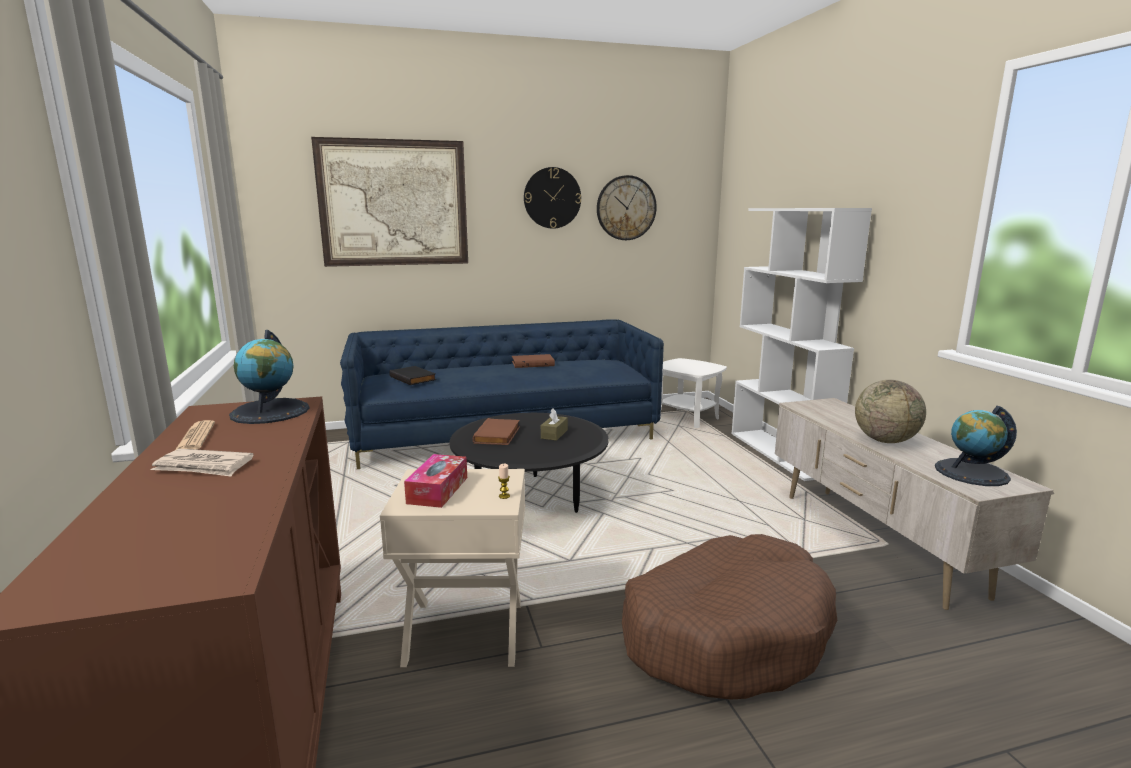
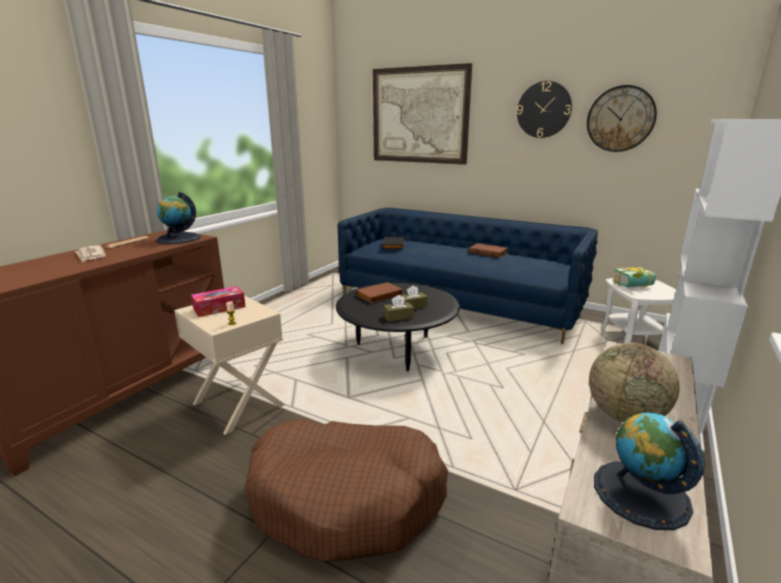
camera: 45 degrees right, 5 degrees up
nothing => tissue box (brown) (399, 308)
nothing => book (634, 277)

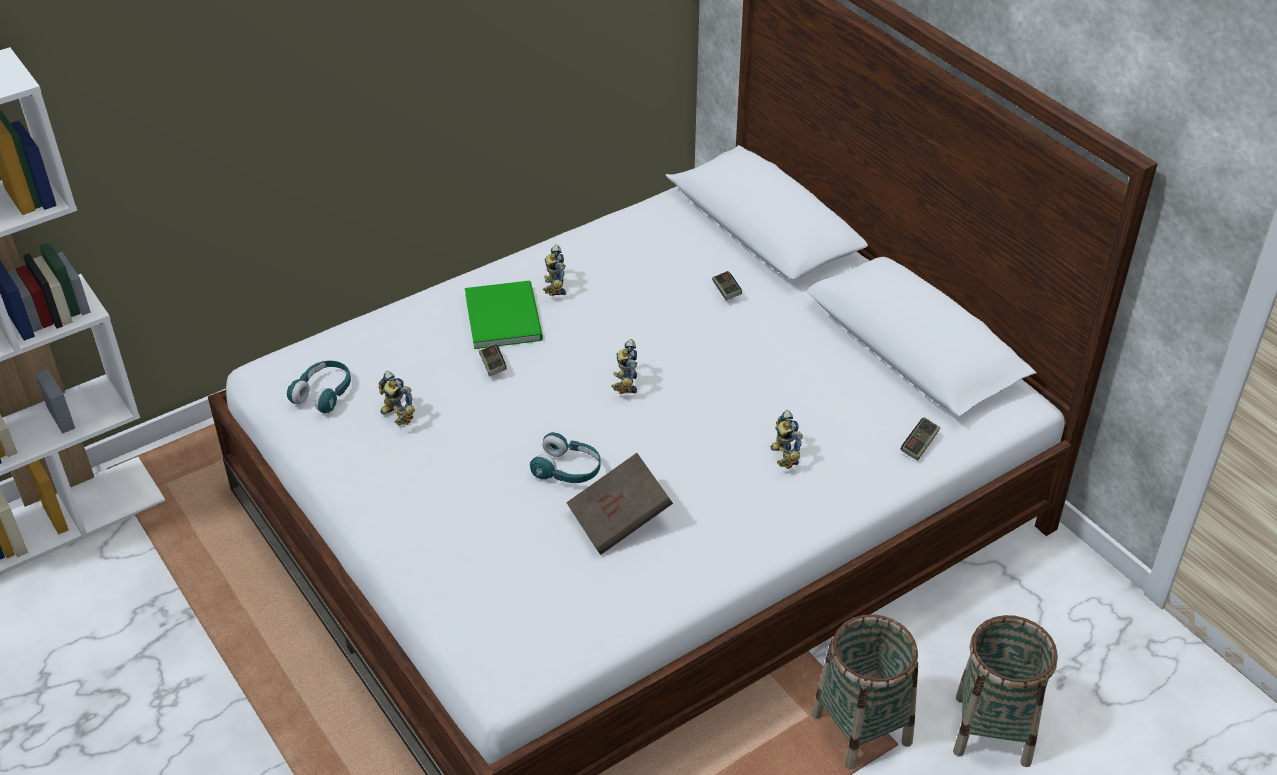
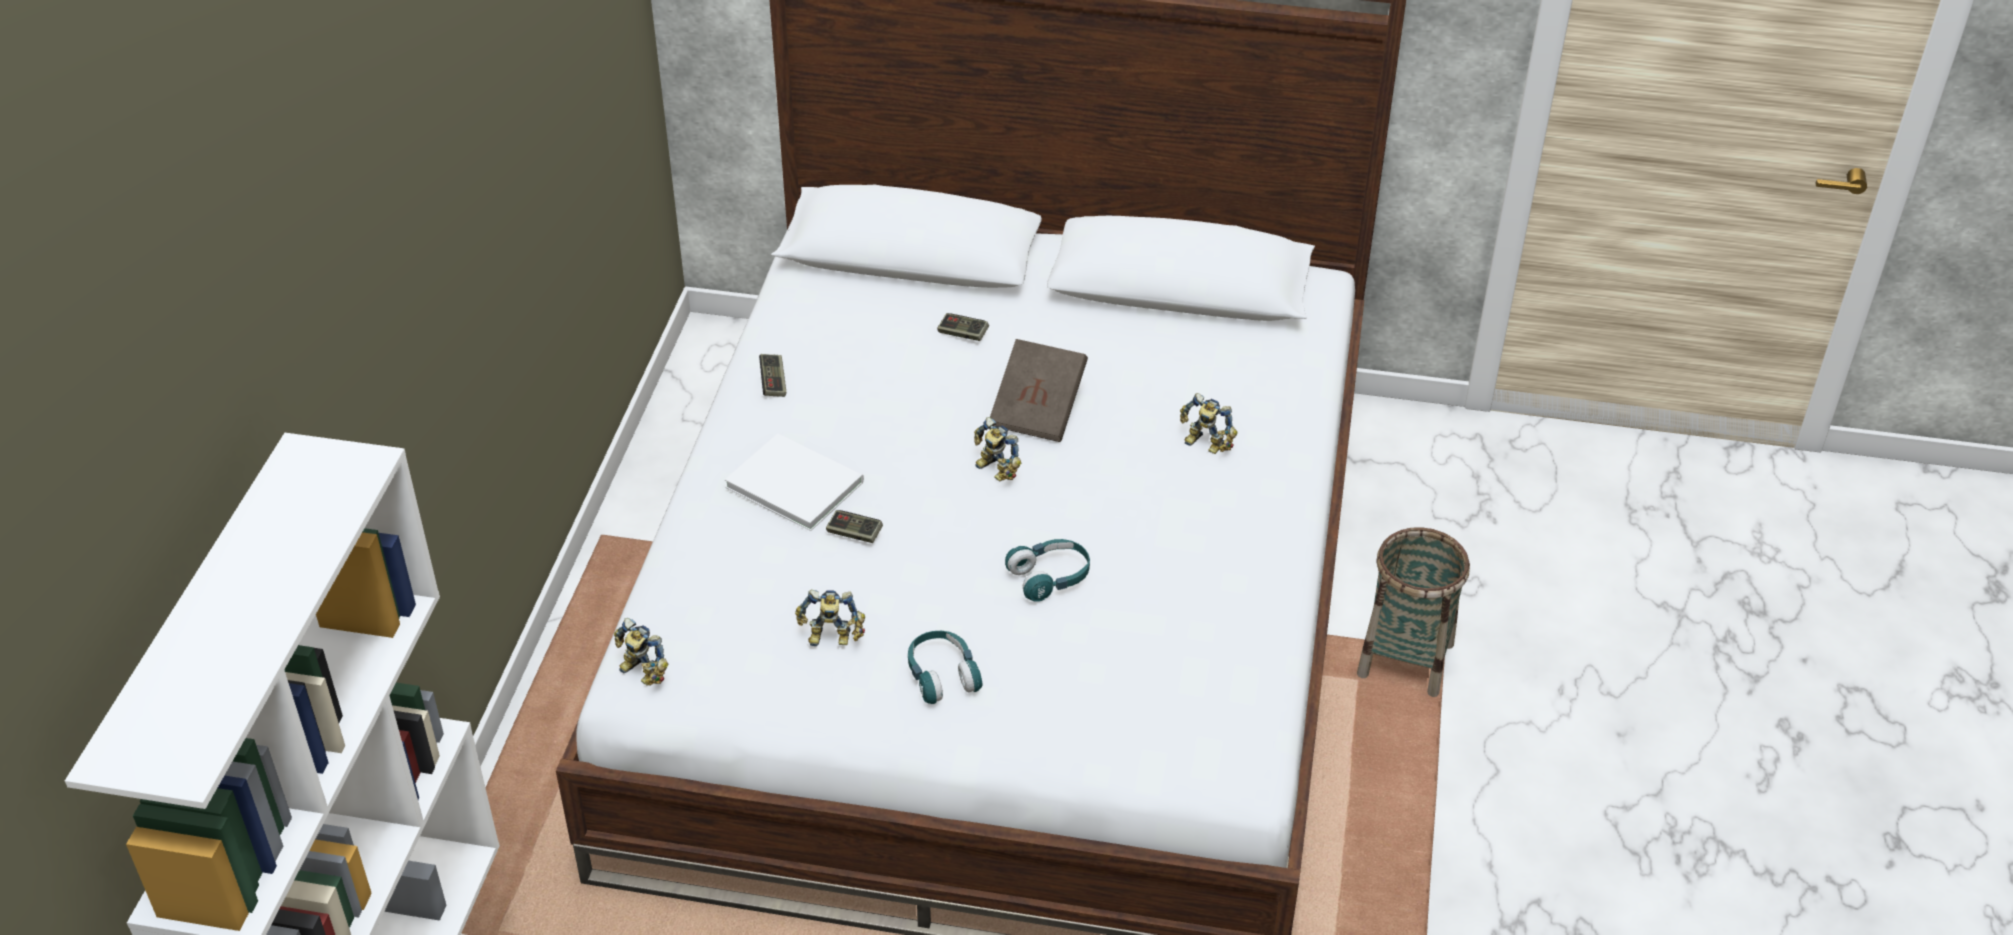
camera: 45 degrees left, 0 degrees up
toy robot (554, 270) => toy robot (641, 652), shifted
book (green) (504, 315) => book (white) (794, 482)
game controller (920, 439) => game controller (772, 375), shifted
headphones (turquoise) (319, 387) => headphones (turquoise) (945, 667), shifted
book (brown) (619, 503) => book (brown) (1039, 390), shifted
basket (1005, 691) => nothing

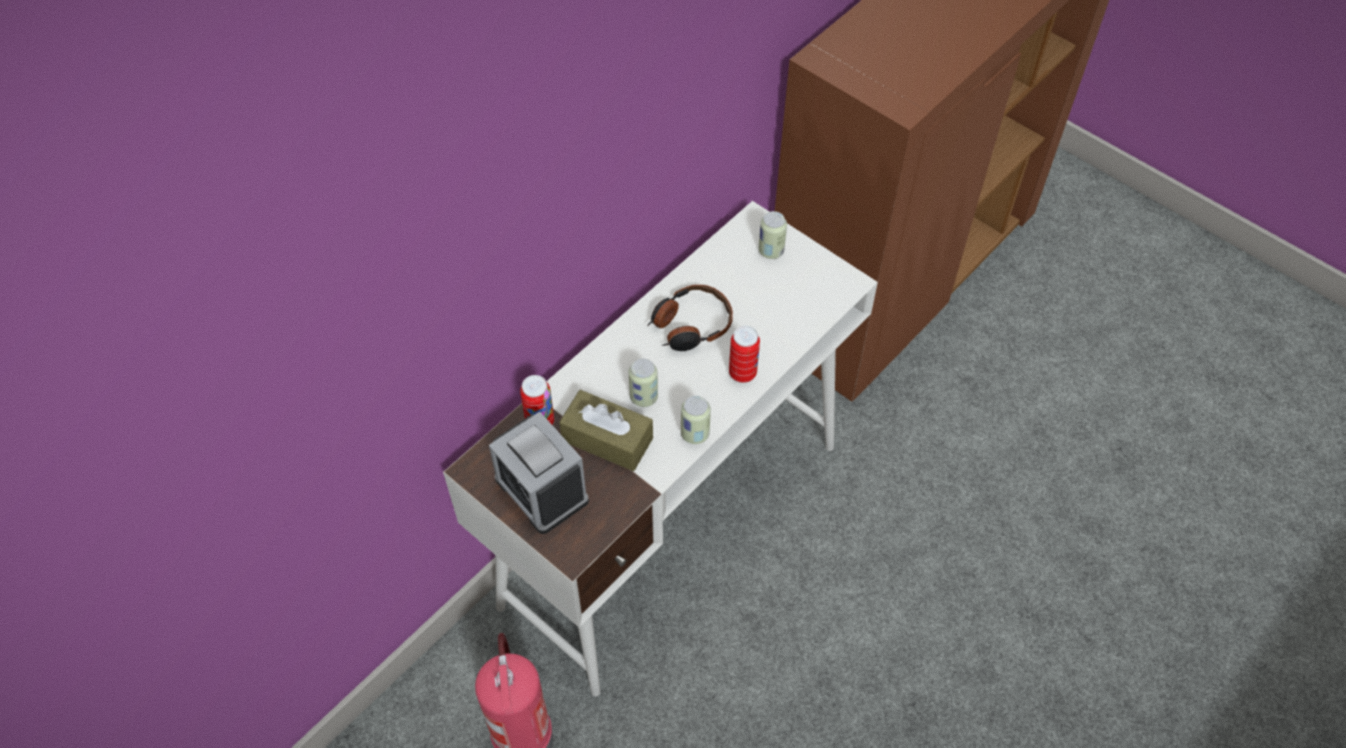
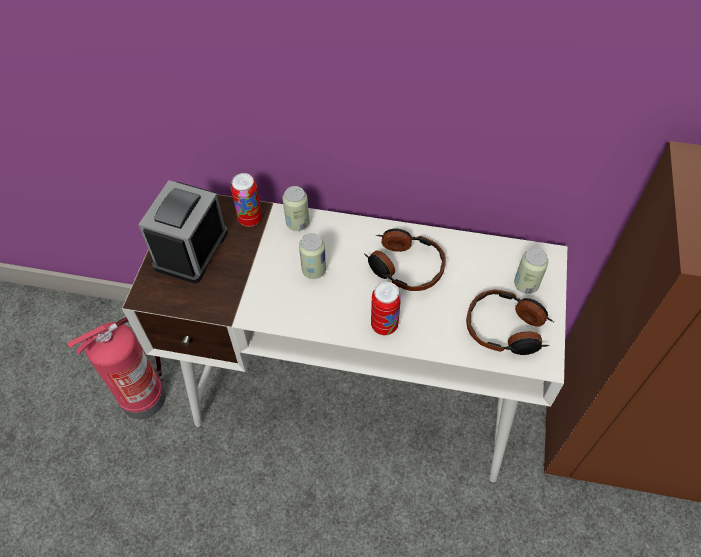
camera: 60 degrees right, 0 degrees up
can (696, 420) => can (296, 208), shifted
nothing => headphones (510, 322)
tissue box (brown) (606, 430) => nothing

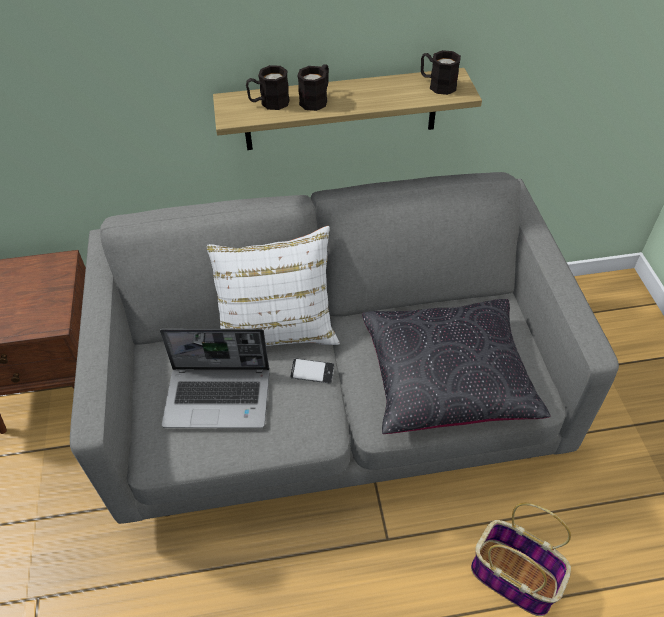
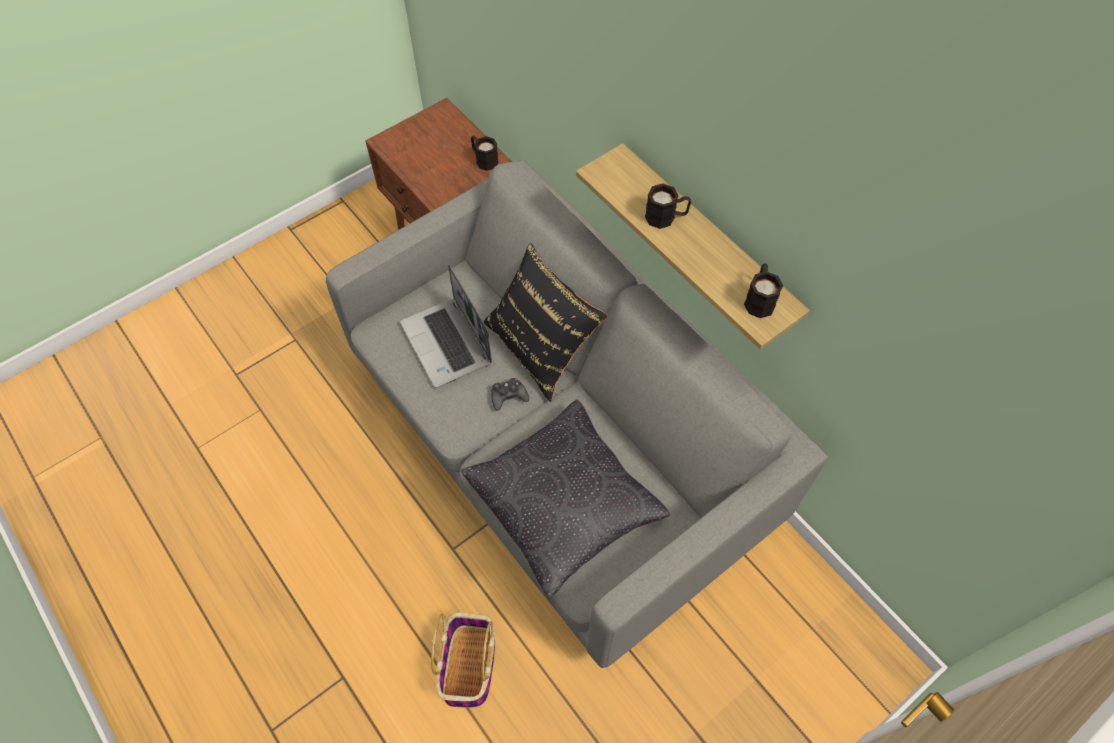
camera: 60 degrees right, 10 degrees up
mug (black) (268, 87) => mug (black) (485, 153), shifted
pillow (white) (273, 286) => pillow (black) (546, 322)
phone (312, 370) => game controller (black) (510, 394)

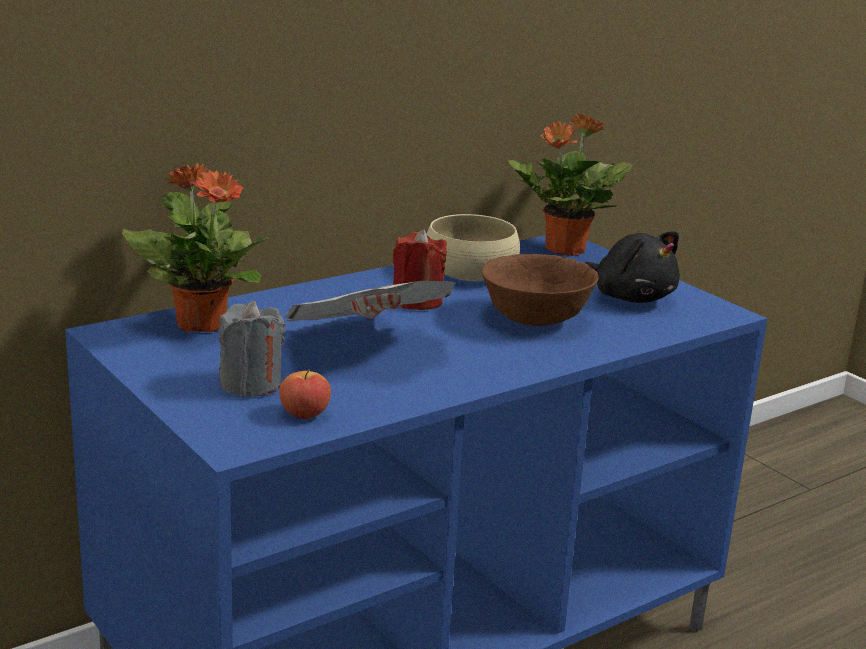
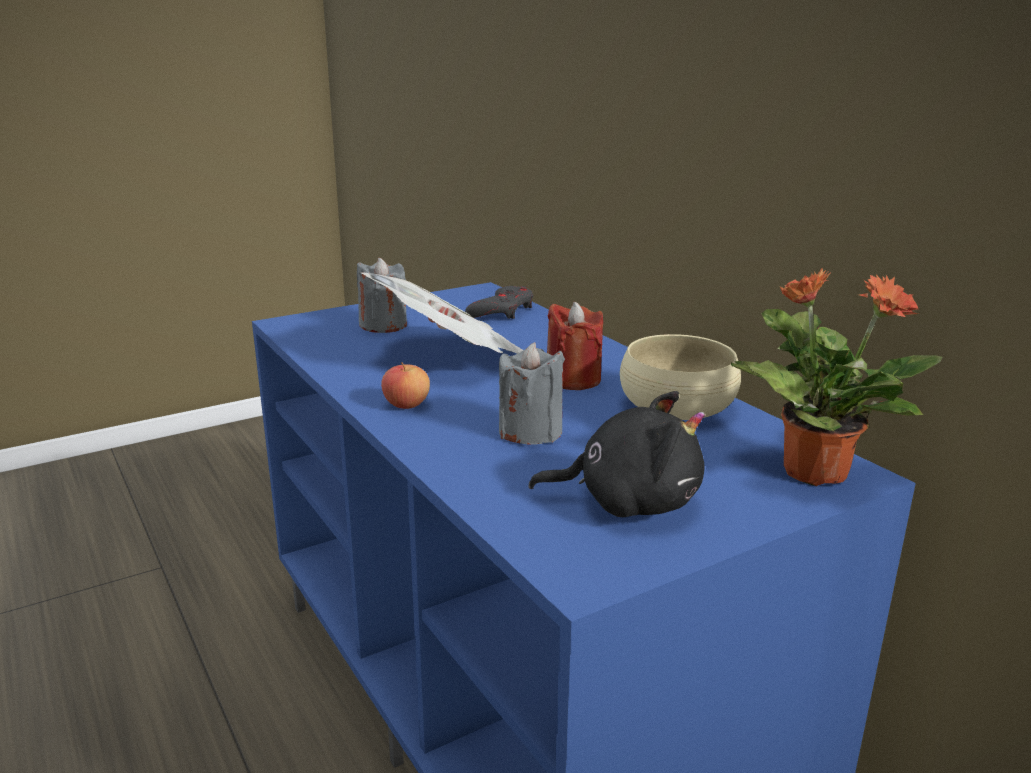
camera: 95 degrees right, 0 degrees up
apple (305, 394) => apple (405, 385), shifted
potted plant (195, 247) => game controller (grey) (499, 302)
bowl (brown) (540, 290) => candle (grey) (532, 393)
plush toy (black) (632, 267) => plush toy (black) (617, 454), 135 degrees counterclockwise

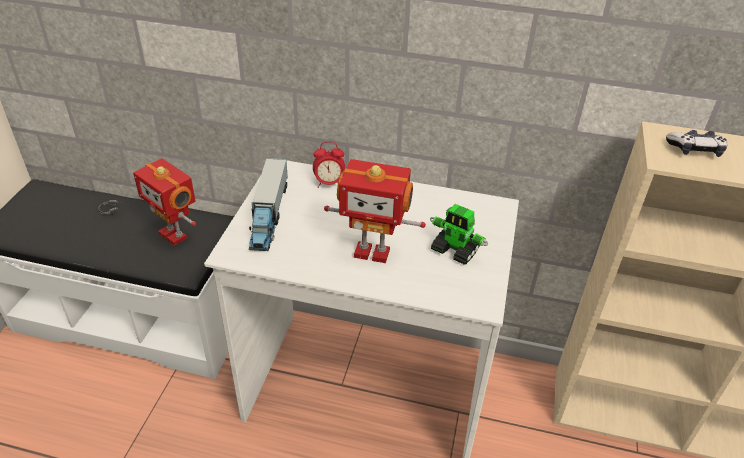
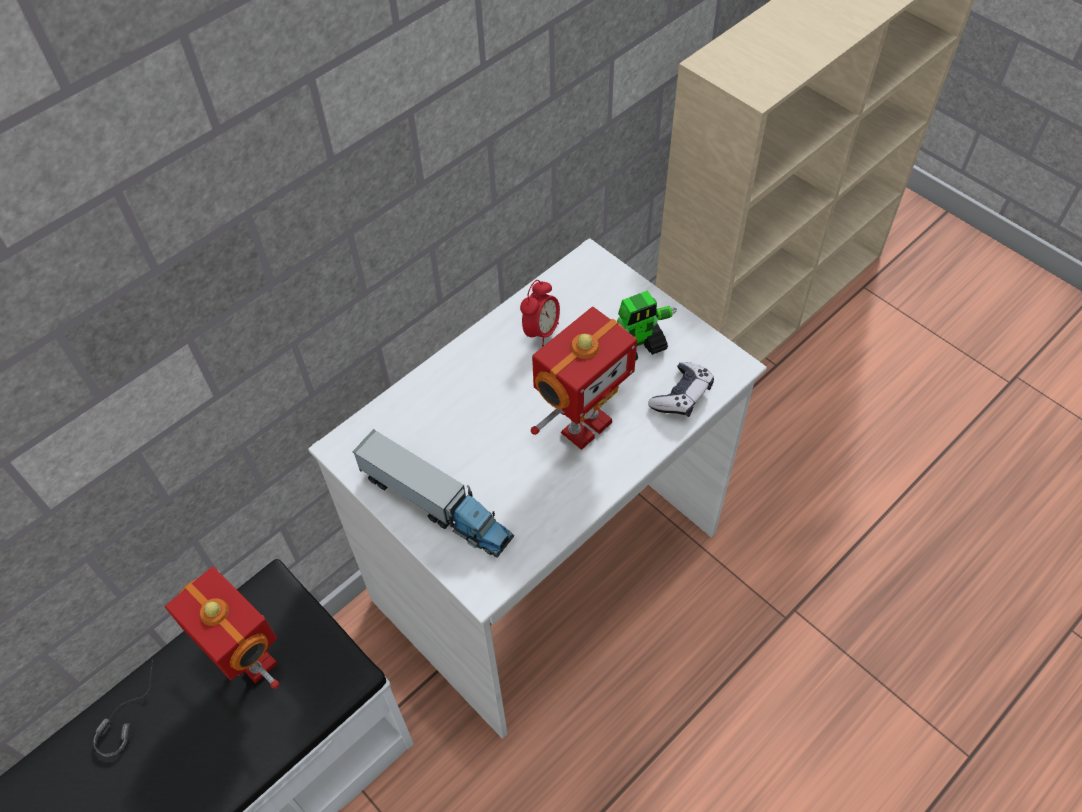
camera: 55 degrees left, 15 degrees up
toy robot (164, 202) => toy robot (222, 627), 120 degrees counterclockwise
alarm clock (329, 164) => alarm clock (540, 313), shifted
game controller (697, 143) => game controller (681, 389), shifted

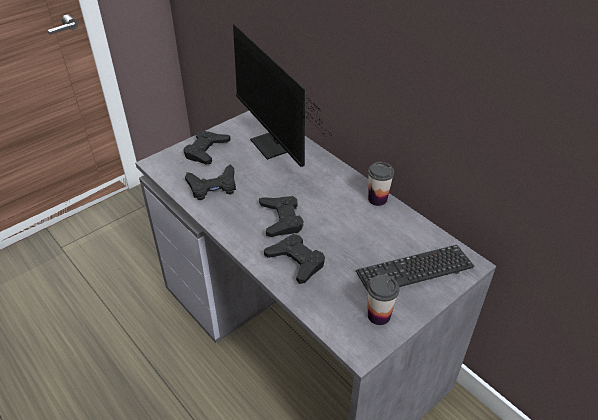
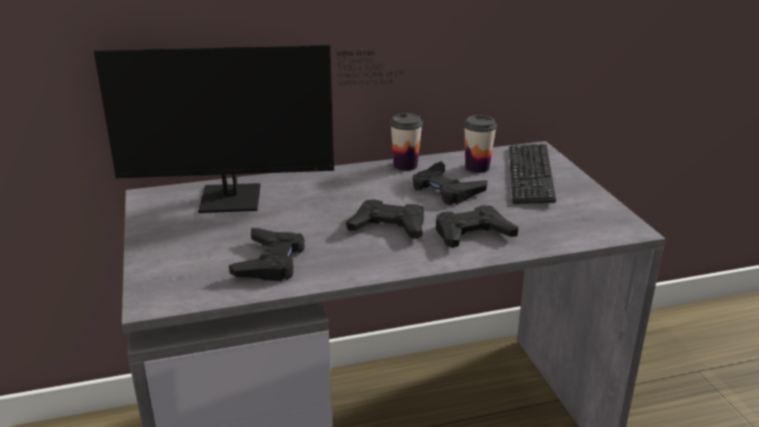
camera: 65 degrees left, 15 degrees down
game controller (black) (207, 147) => game controller (black) (450, 183), shifted
cup (383, 299) => cup (480, 144), shifted

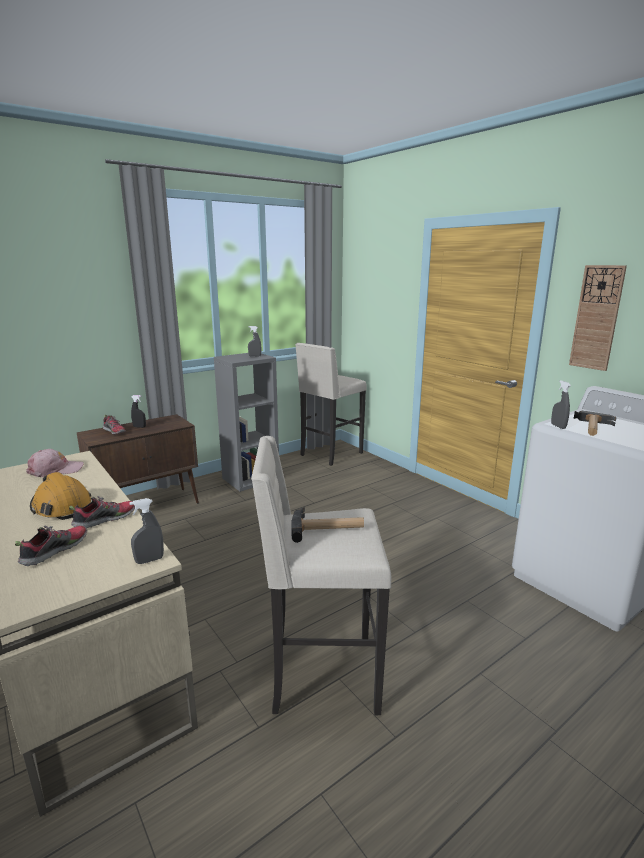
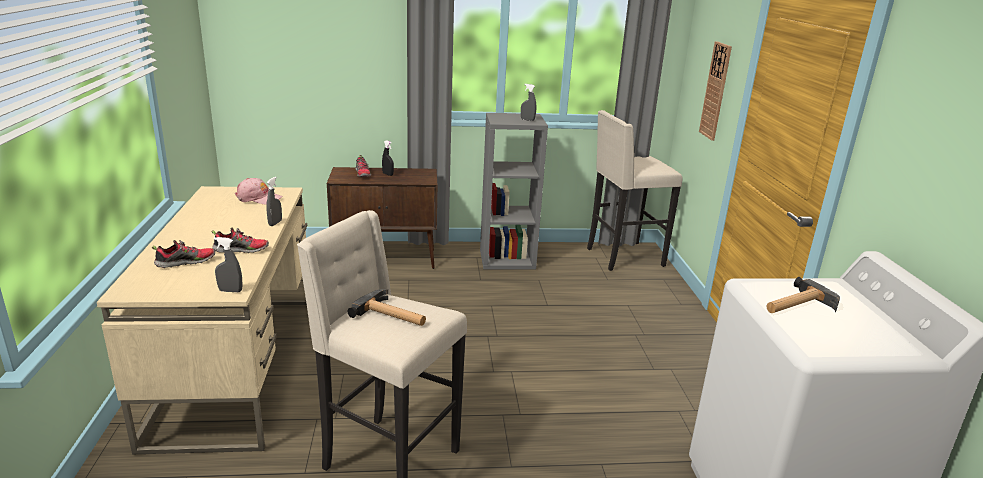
camera: 30 degrees right, 5 degrees up
spray bottle (grey) (561, 404) => spray bottle (grey) (274, 201), shifted
wall clock (598, 318) => wall clock (715, 91), shifted
hard hat (orange) (60, 496) => nothing

